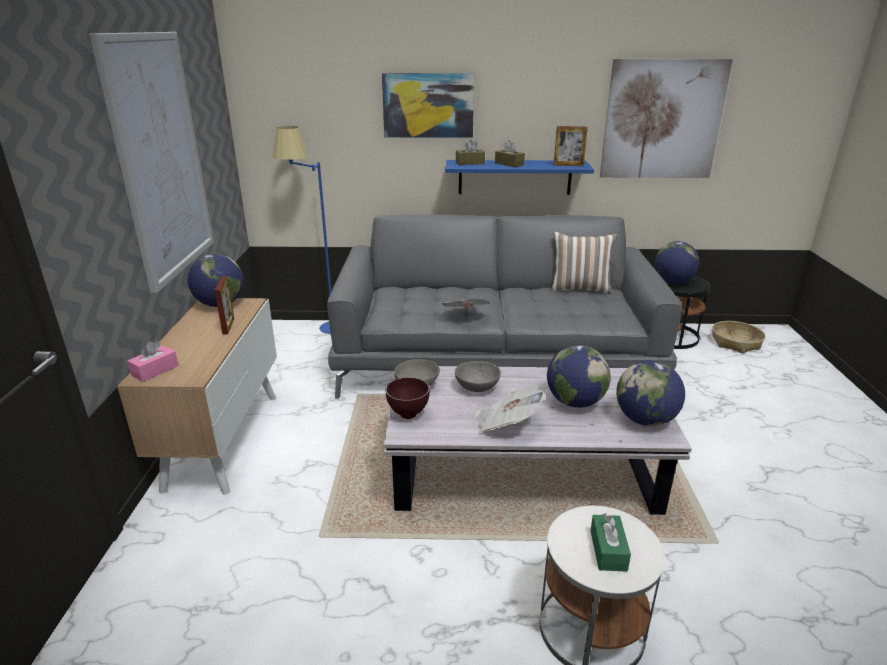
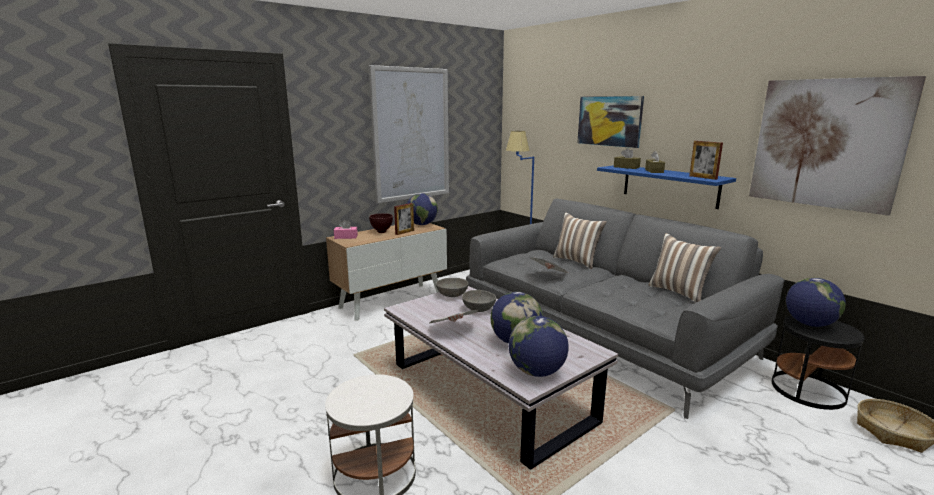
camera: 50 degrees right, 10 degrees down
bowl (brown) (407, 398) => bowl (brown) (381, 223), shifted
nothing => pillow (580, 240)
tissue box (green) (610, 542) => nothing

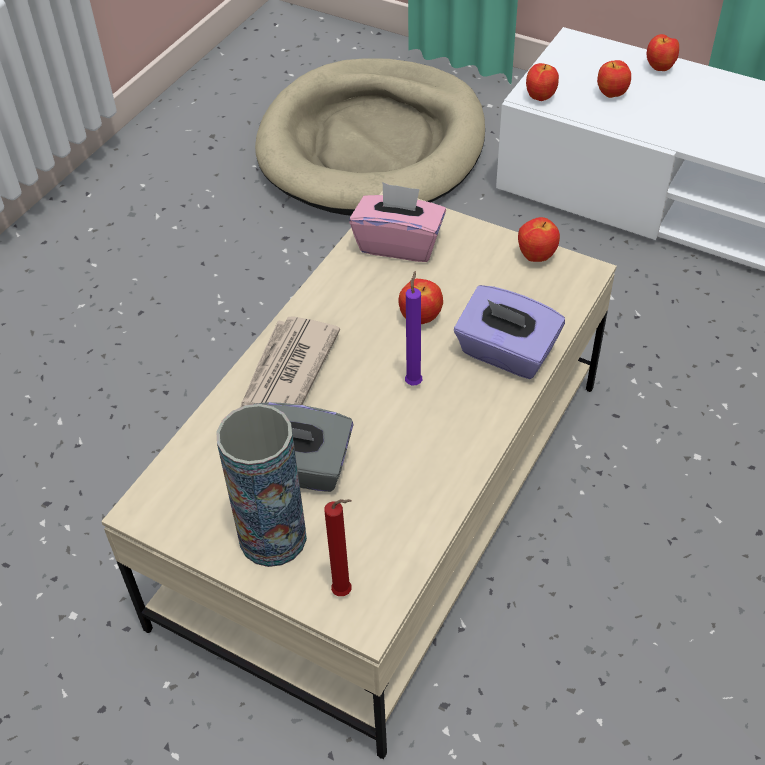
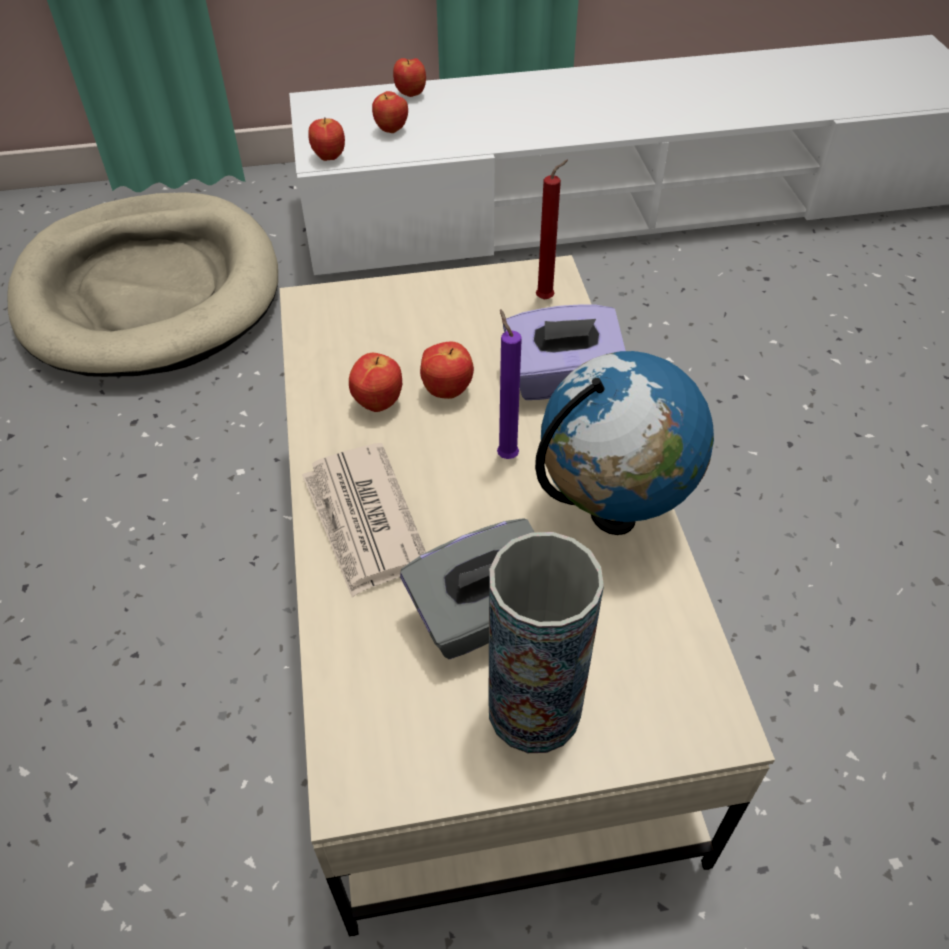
camera: 40 degrees left, 0 degrees up
apple (539, 239) => apple (375, 382), shifted
nothing => globe (624, 443)
candle (red) (338, 547) => candle (red) (552, 230), shifted
tissue box (pink) (397, 222) => nothing

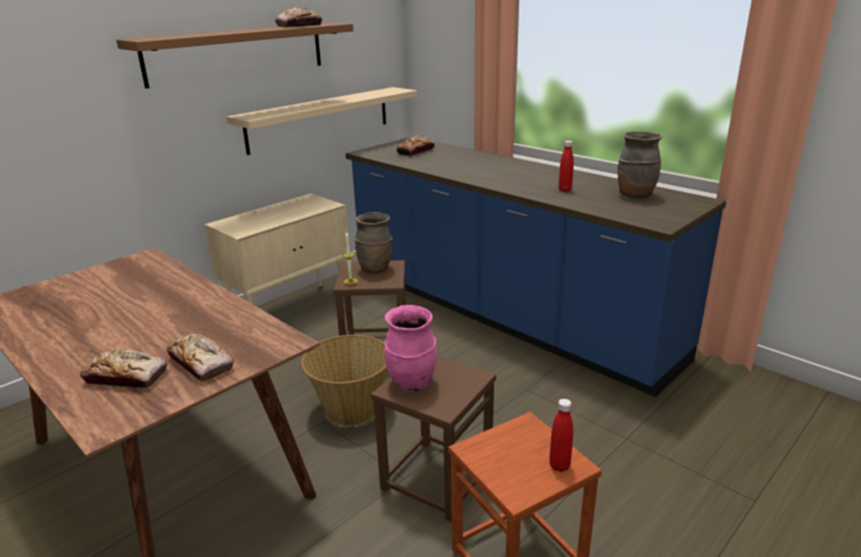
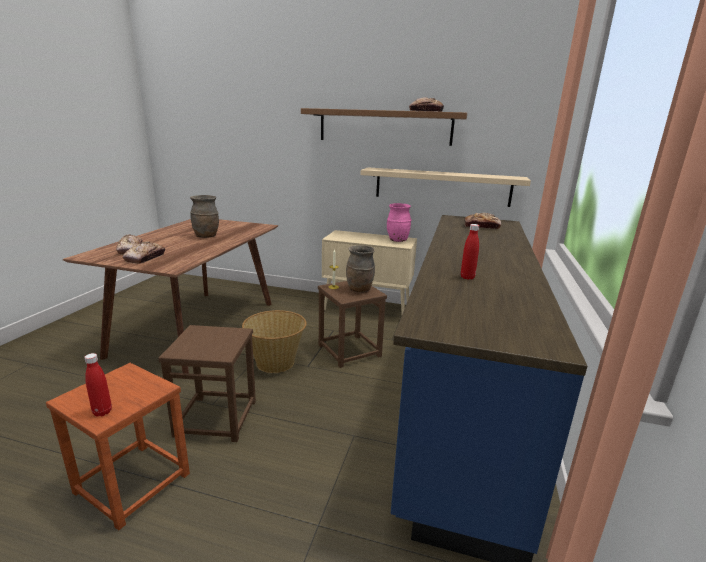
camera: 60 degrees right, 5 degrees down
vase (brown) (640, 165) => vase (brown) (204, 216), shifted
vase (pink) (410, 348) => vase (pink) (399, 222), shifted

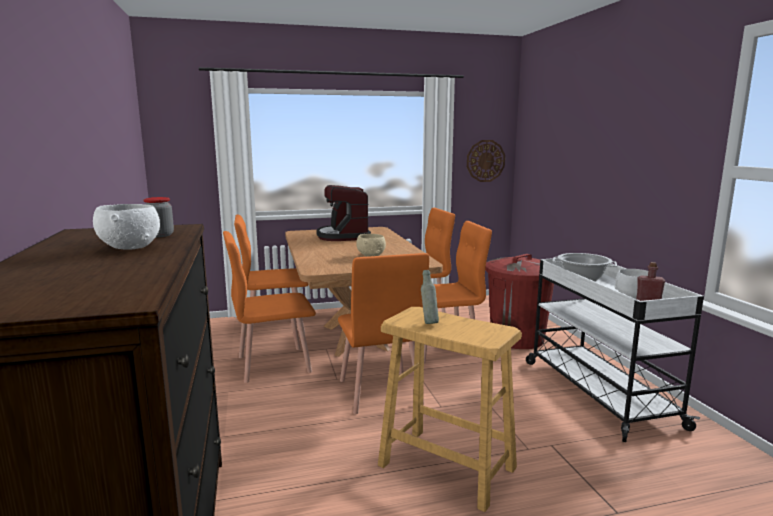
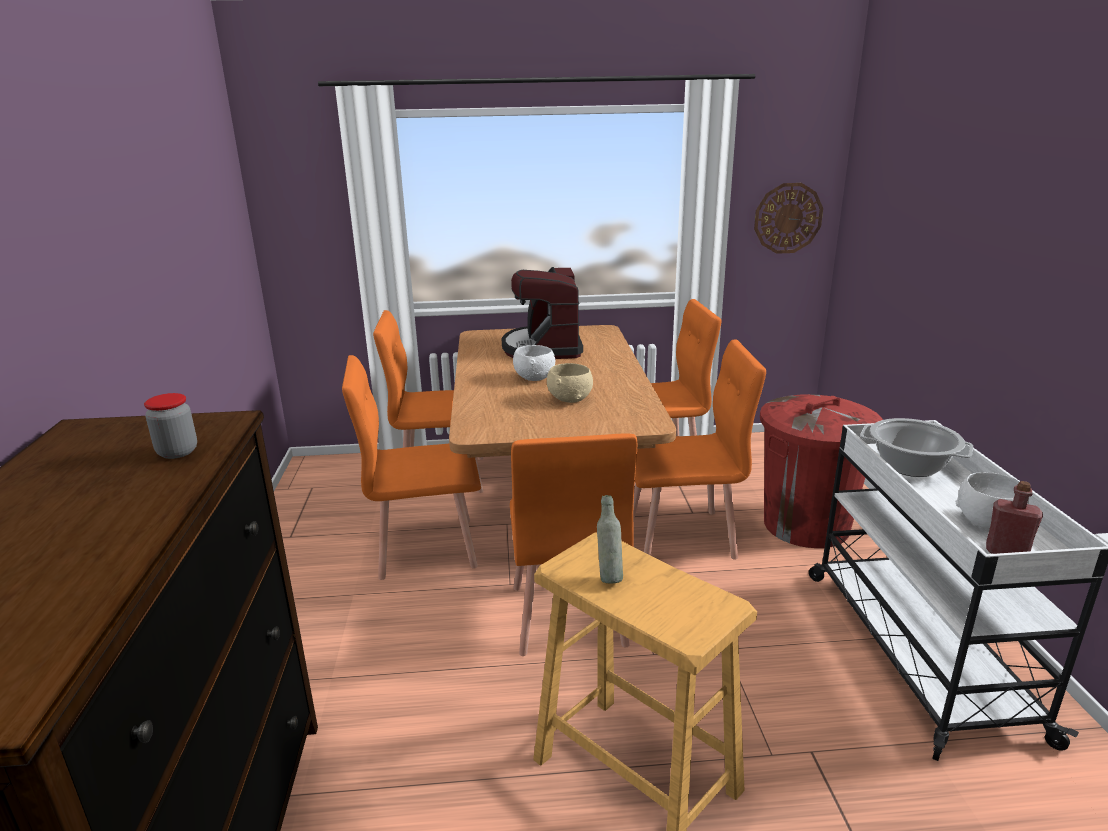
camera: 10 degrees right, 10 degrees up
bowl (white) (126, 226) => bowl (white) (534, 363), shifted

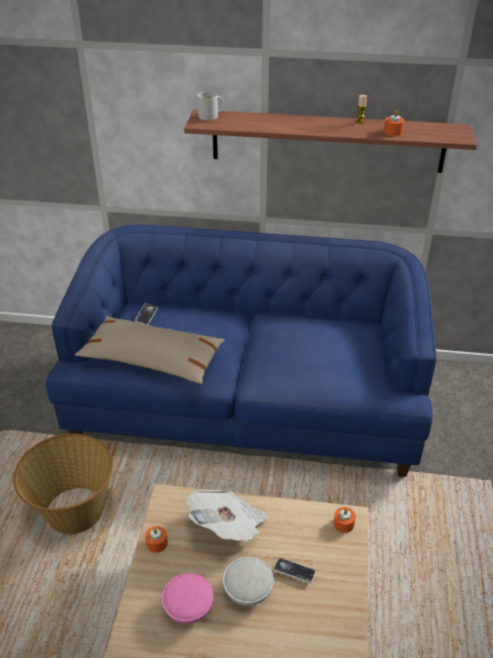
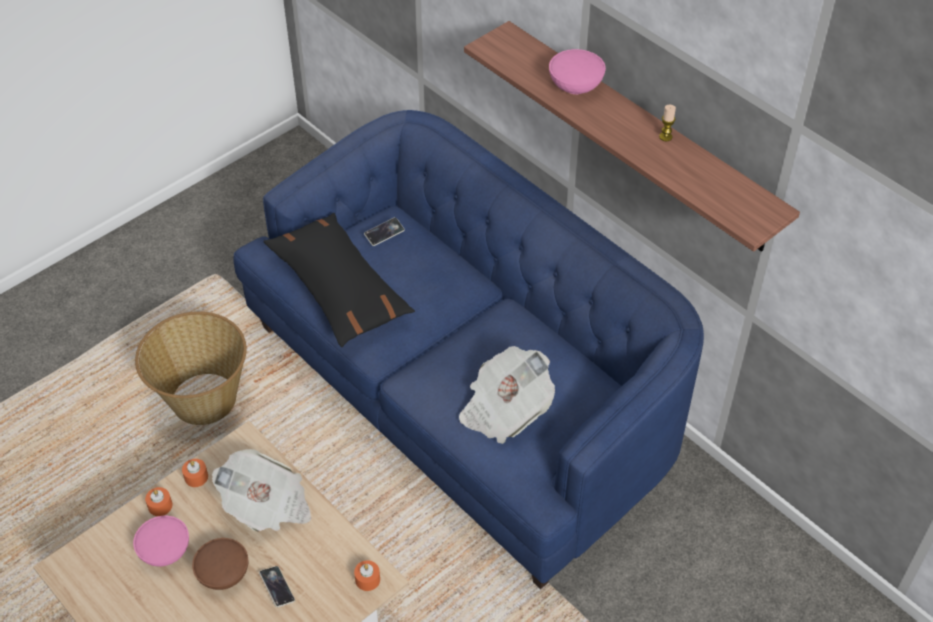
camera: 40 degrees right, 10 degrees up
candle (orange) (394, 123) => candle (orange) (158, 501), shifted
bowl (white) (248, 581) => bowl (brown) (220, 564)
pillow (beige) (150, 350) => pillow (black) (339, 280)
nothing => newspaper (507, 395)
nothing => bowl (pink) (577, 71)
mug (white) (210, 106) => nothing

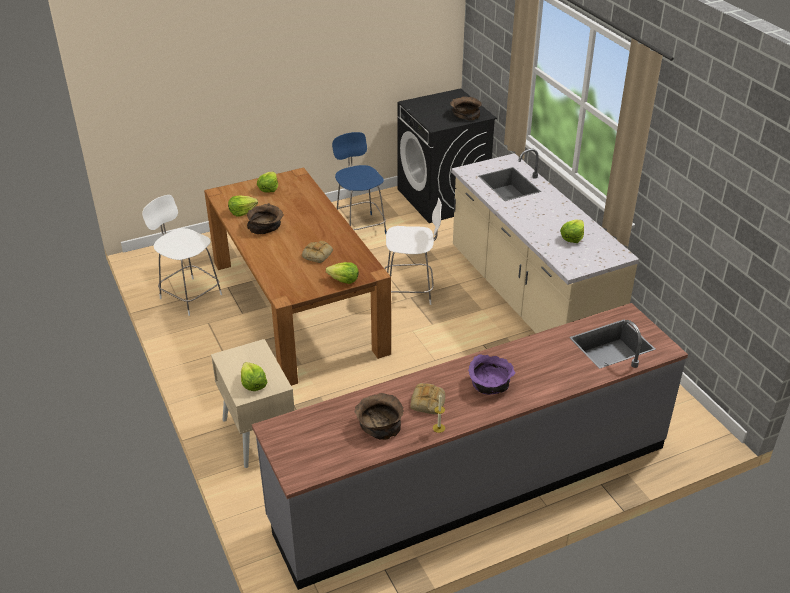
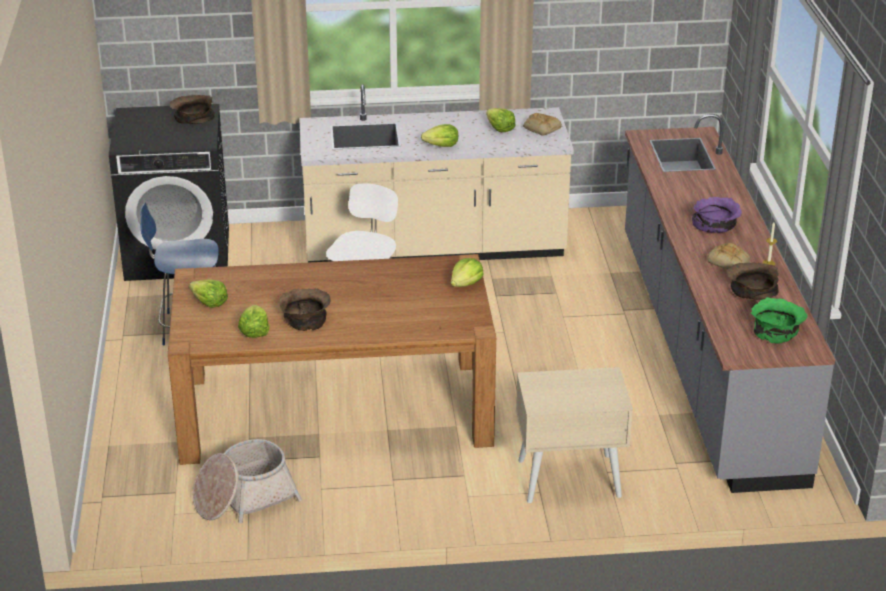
camera: 70 degrees left, 5 degrees down
chair (white) (182, 255) => basket (247, 481)
lettuce (254, 376) => lettuce (439, 135), shifted
bread (317, 252) => bread (542, 124), shifted
nothing => bowl (green) (779, 320)

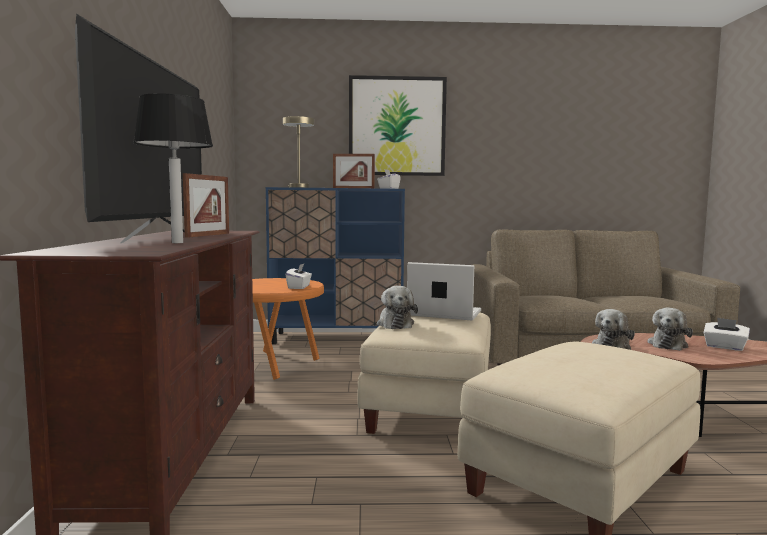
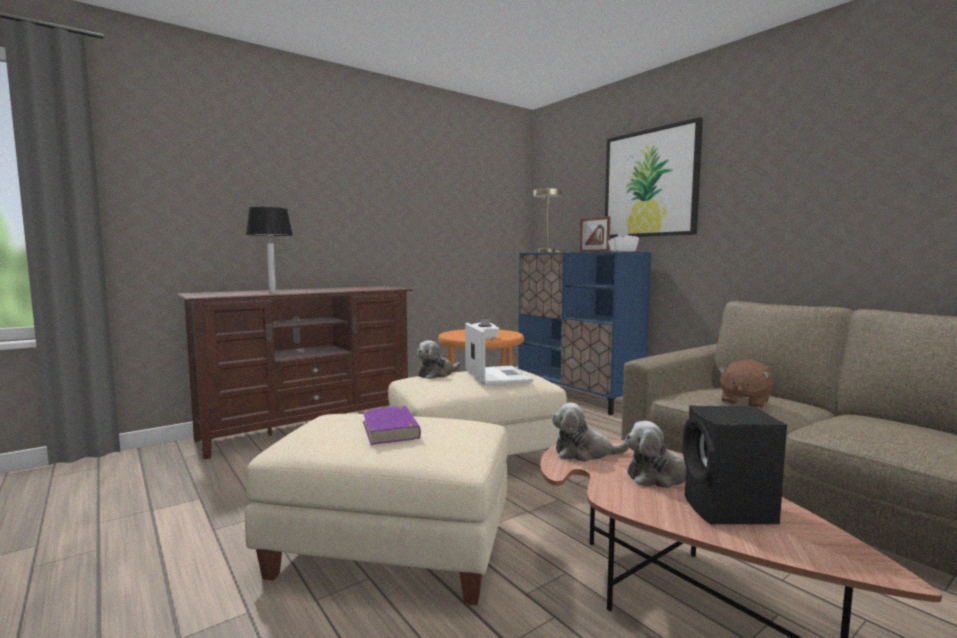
camera: 55 degrees right, 0 degrees up
nothing => book (purple) (391, 425)
tissue box (white) (726, 334) => speaker (black) (734, 465)
nothing => plush toy (brown) (745, 384)
television (138, 128) => nothing
picture frame (206, 205) => nothing

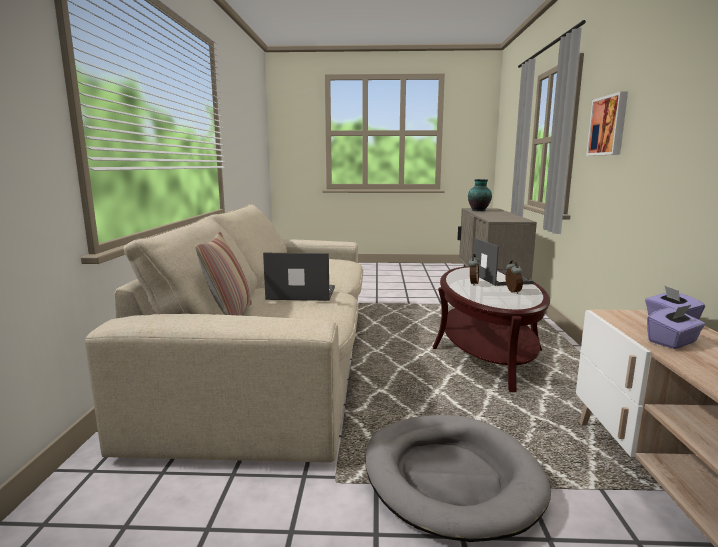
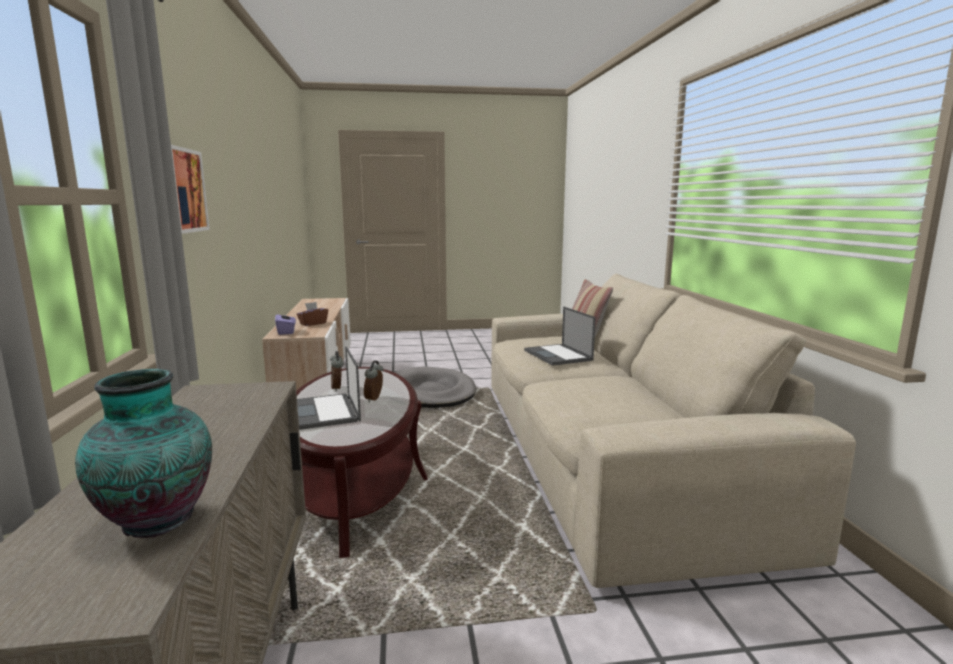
camera: 170 degrees right, 0 degrees up
tissue box (purple) (676, 327) => tissue box (brown) (312, 314)
laptop (299, 277) => laptop (560, 336), 75 degrees clockwise

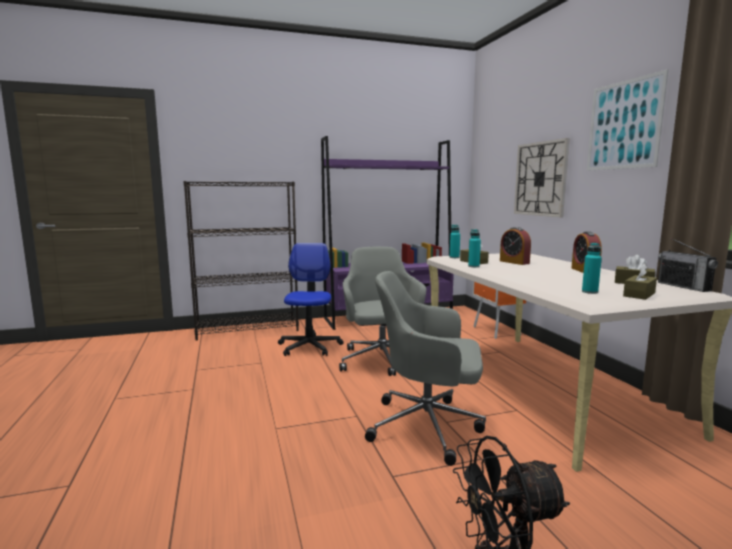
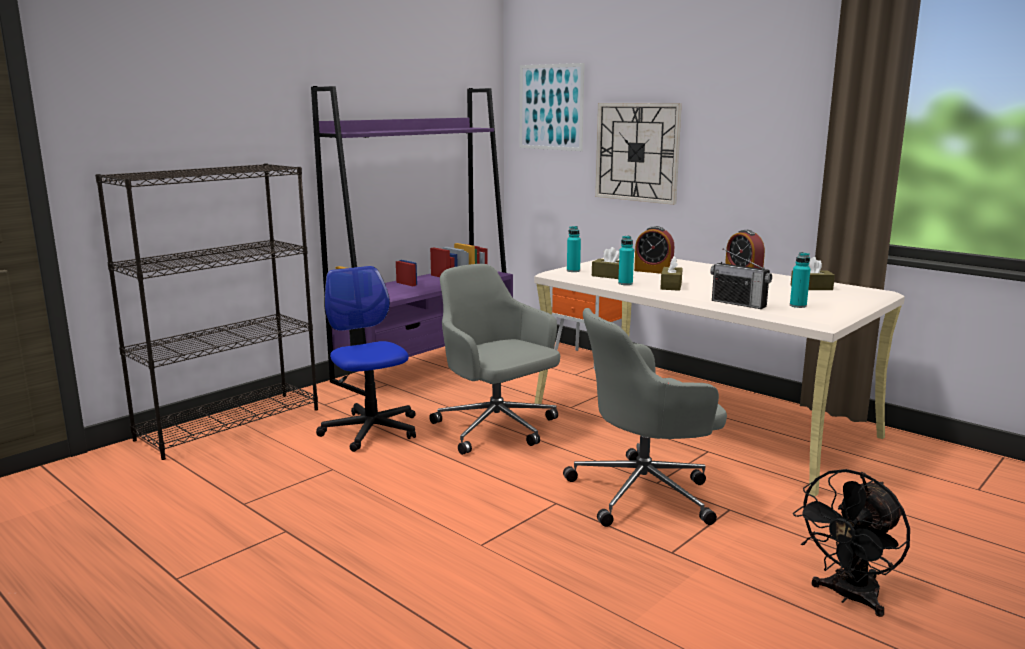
camera: 30 degrees left, 5 degrees up
picture (628, 120) => picture (551, 107), shifted
tissue box (brown) (640, 281) => tissue box (brown) (671, 273), shifted
radio (688, 265) => radio (741, 279), shifted

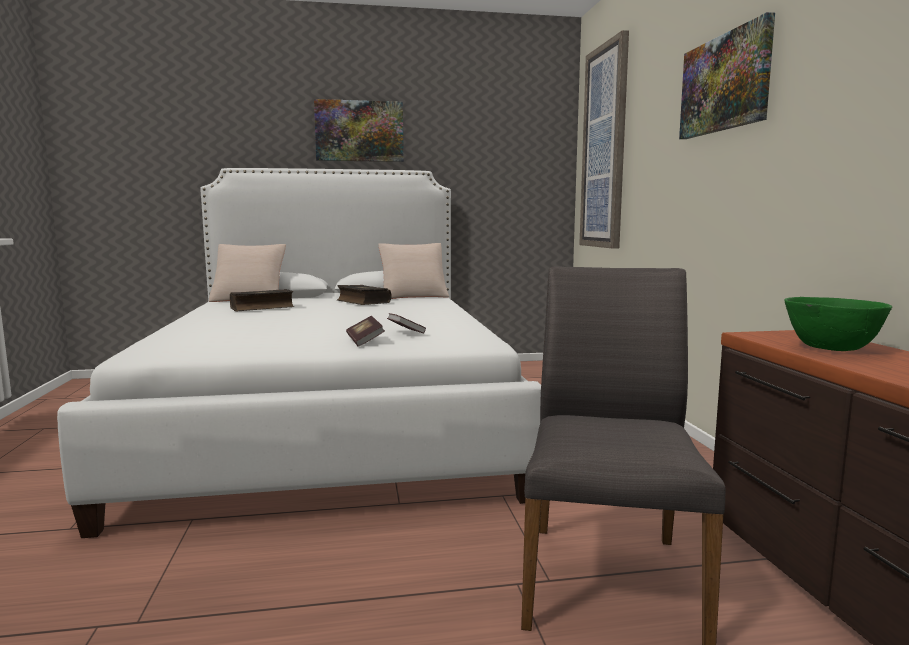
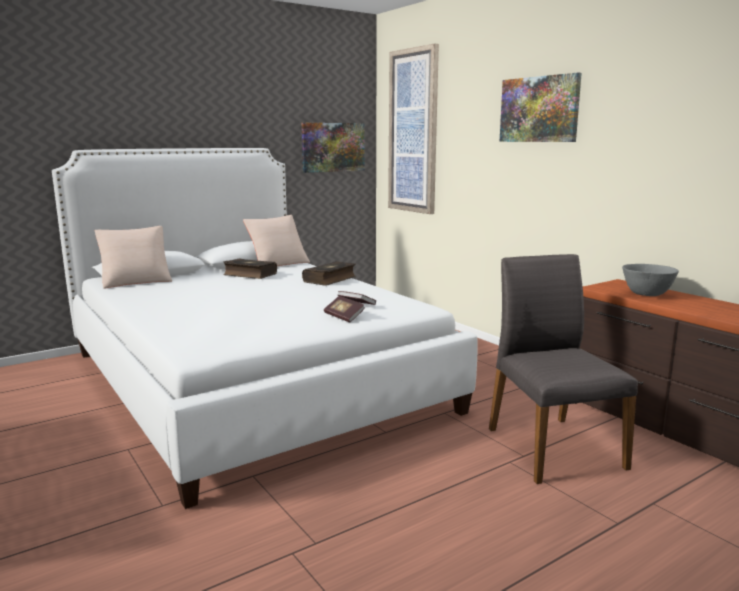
camera: 25 degrees left, 5 degrees up
picture (359, 130) => picture (333, 148), shifted
book (262, 300) => book (329, 273), shifted
bowl (green) (838, 324) => bowl (grey) (650, 280)

